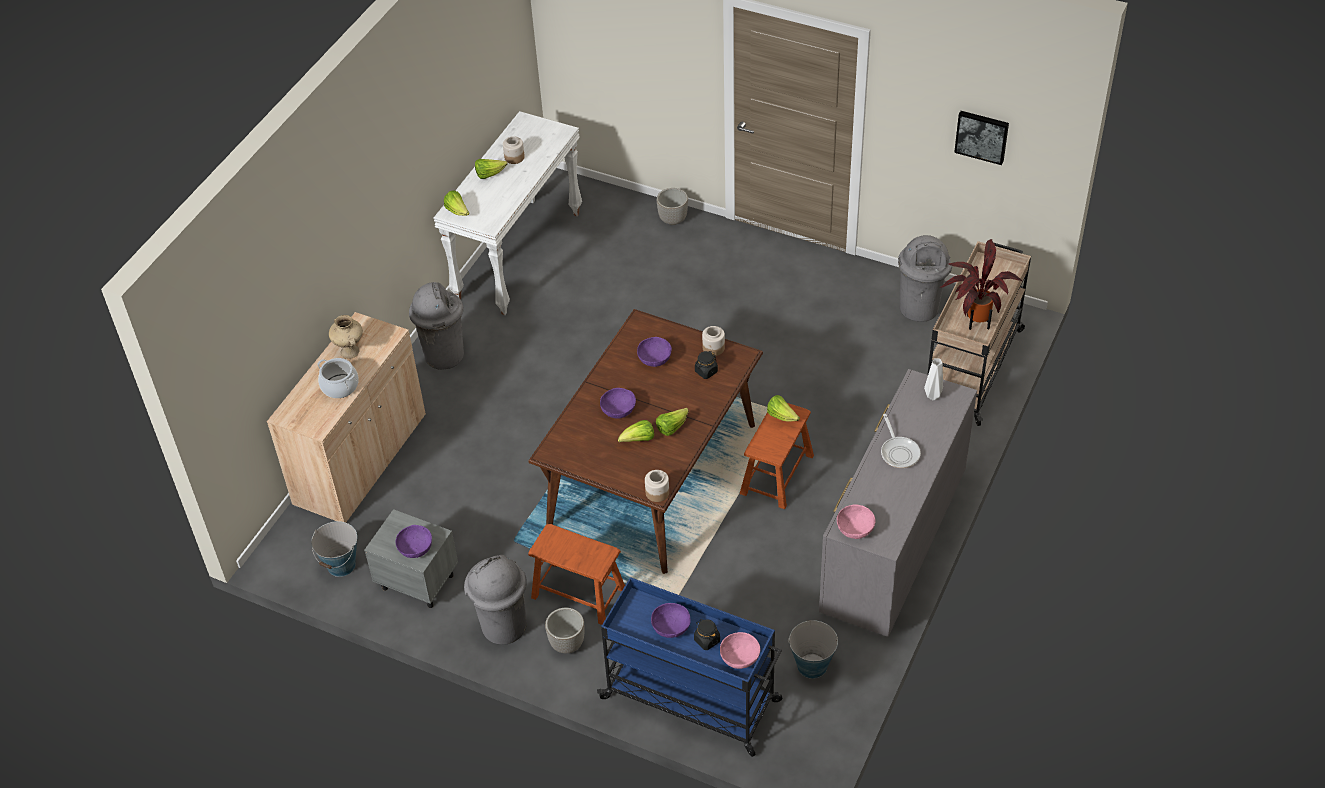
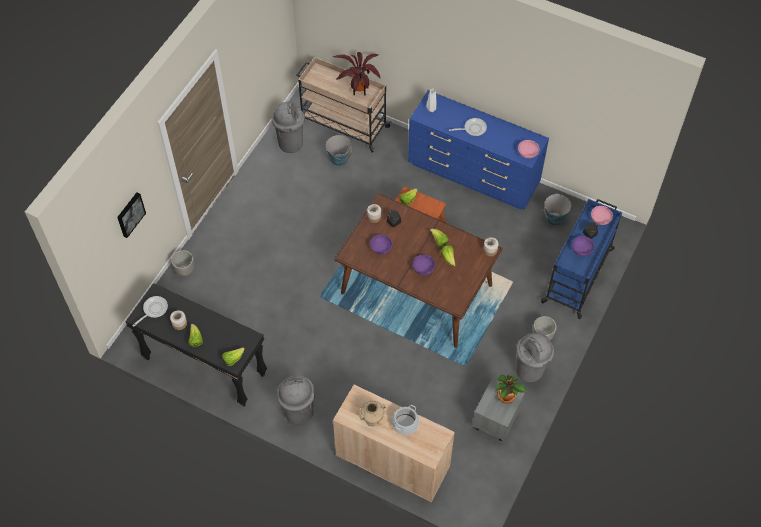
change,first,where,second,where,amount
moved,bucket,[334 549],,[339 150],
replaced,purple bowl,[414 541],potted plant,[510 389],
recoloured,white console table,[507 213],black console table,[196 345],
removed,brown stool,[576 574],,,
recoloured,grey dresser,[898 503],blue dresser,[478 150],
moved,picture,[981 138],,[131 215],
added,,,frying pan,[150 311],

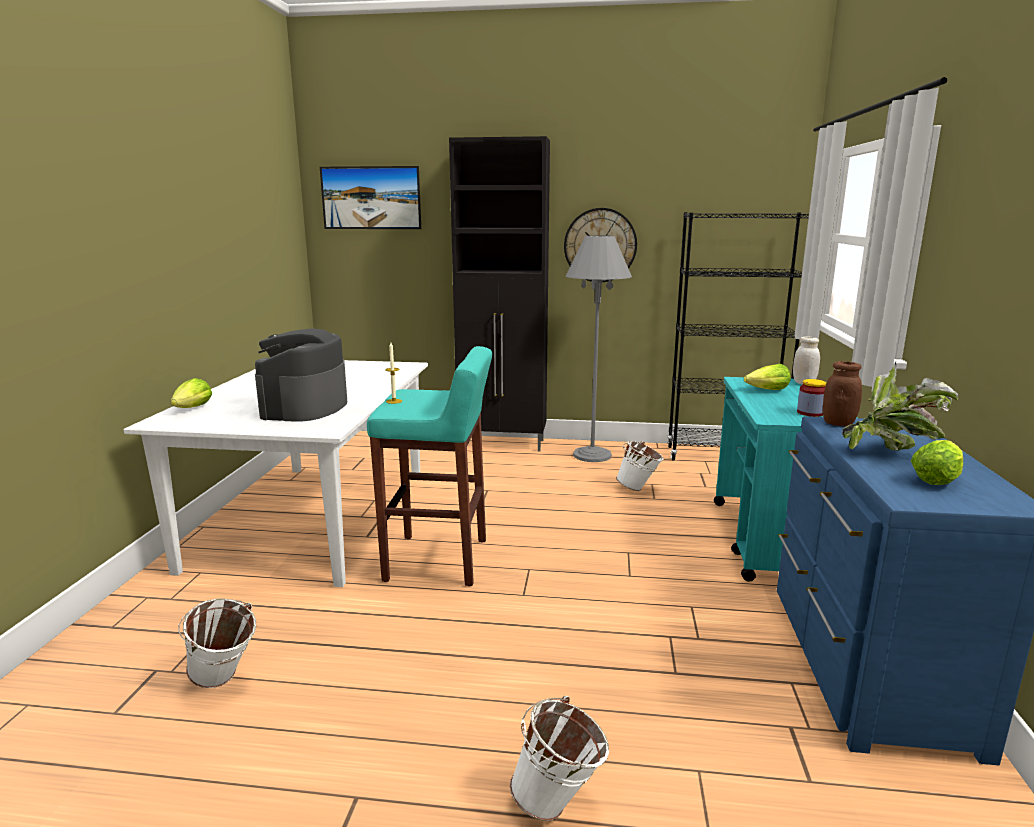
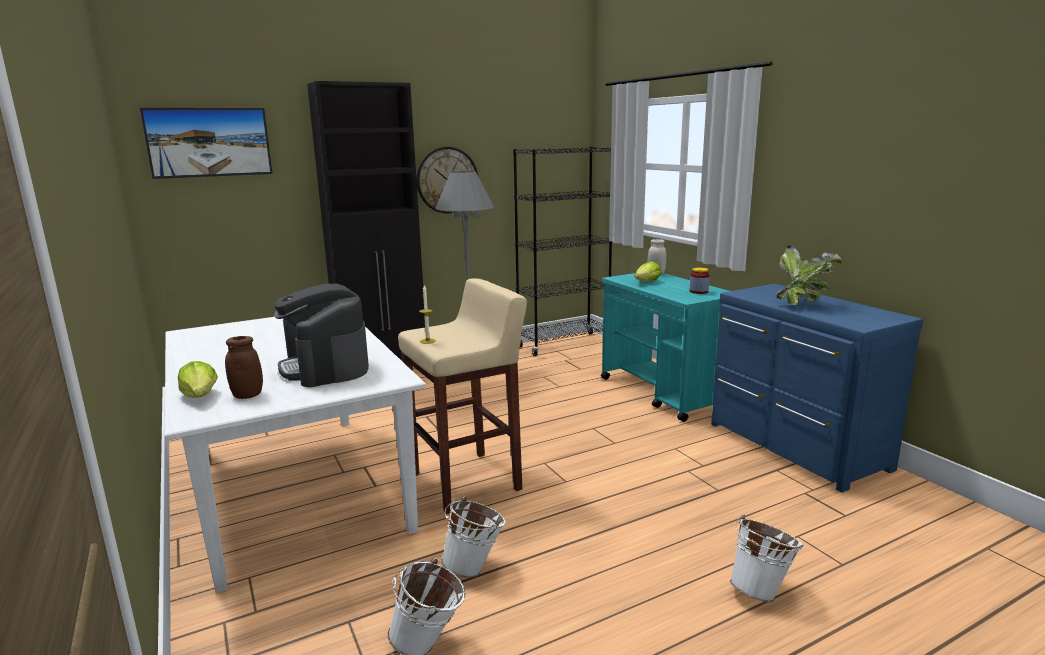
change,first,where,second,where,amount
recoloured,turquoise stool,[429 466],beige stool,[462 396],
moved,white bucket,[640 466],,[473 537],
moved,brown jar,[842 393],,[244 367],
removed,lettuce,[937 462],,,

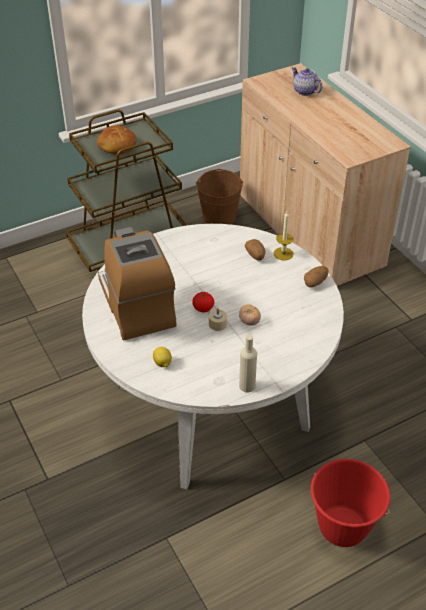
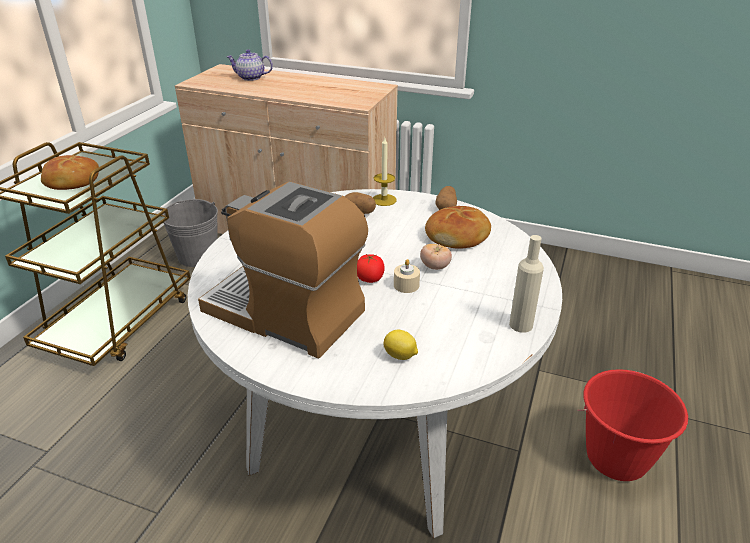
change,first,where,second,where,amount
recoloured,brown bucket,[219 197],grey bucket,[190 233],
added,,,bread,[458 227],

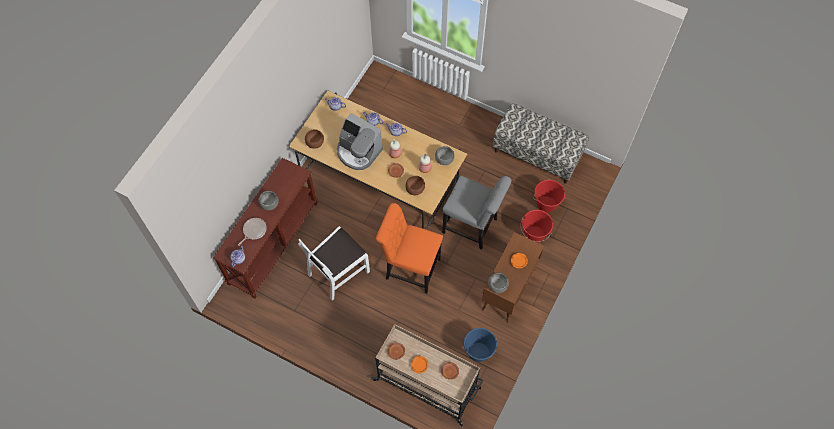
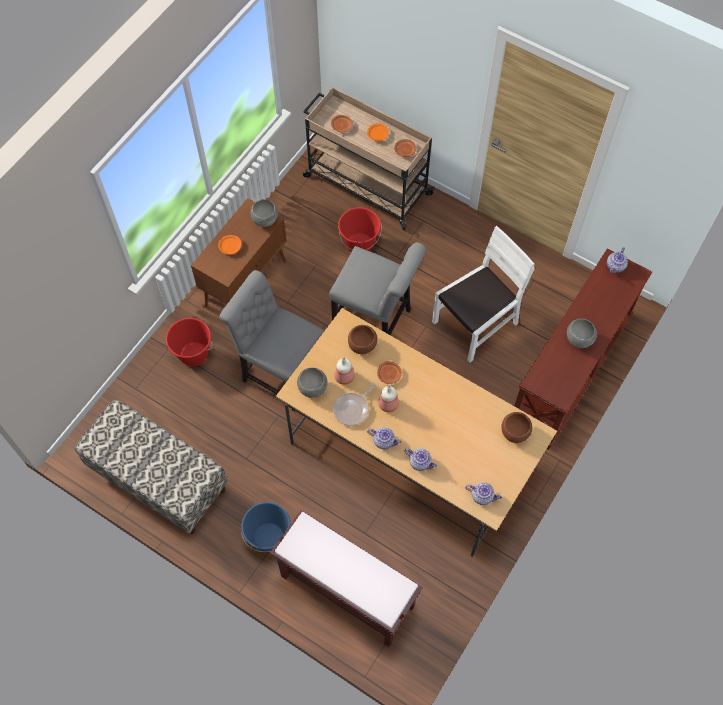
change,first,where,second,where,amount
moved,frying pan,[252 232],,[354 404],
removed,coffee machine,[360 141],,,
recoloured,orange chair,[409 248],grey chair,[377 288],
moved,blue bucket,[480 345],,[266 527],
moved,red bucket,[549 196],,[360 229],
added,,,brown bench,[346 578],

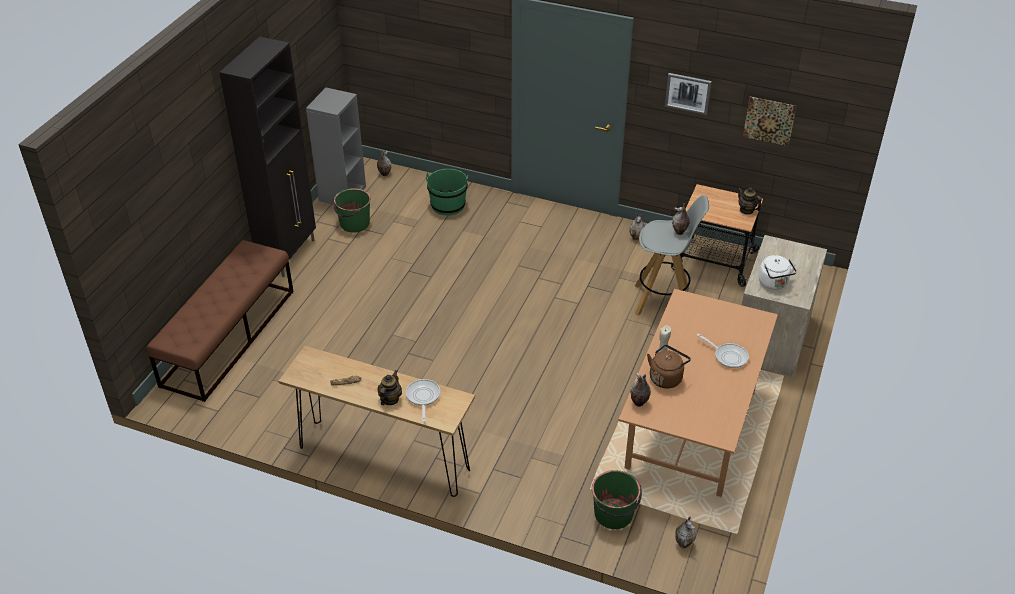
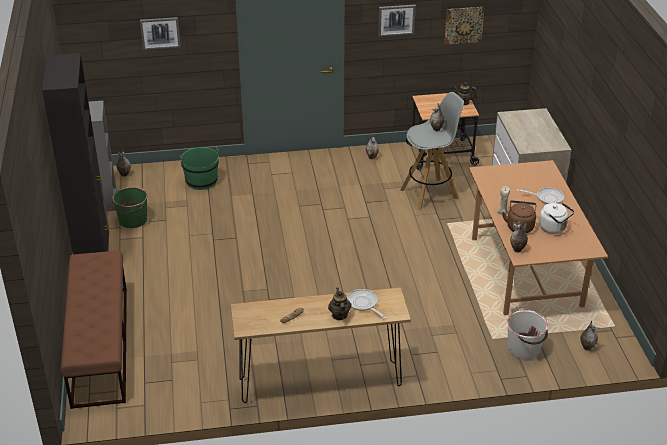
change,first,where,second,where,amount
recoloured,green bucket,[617 499],white bucket,[527 335],
moved,white kettle,[778 272],,[557 218],
added,,,picture,[160 33],

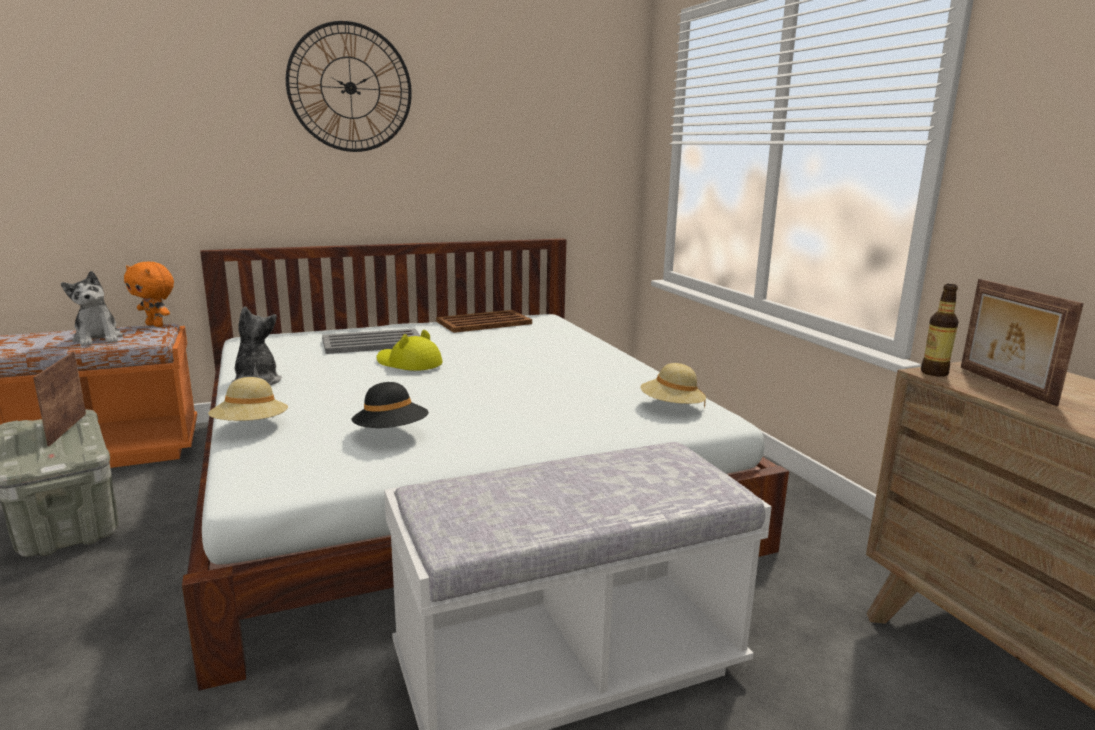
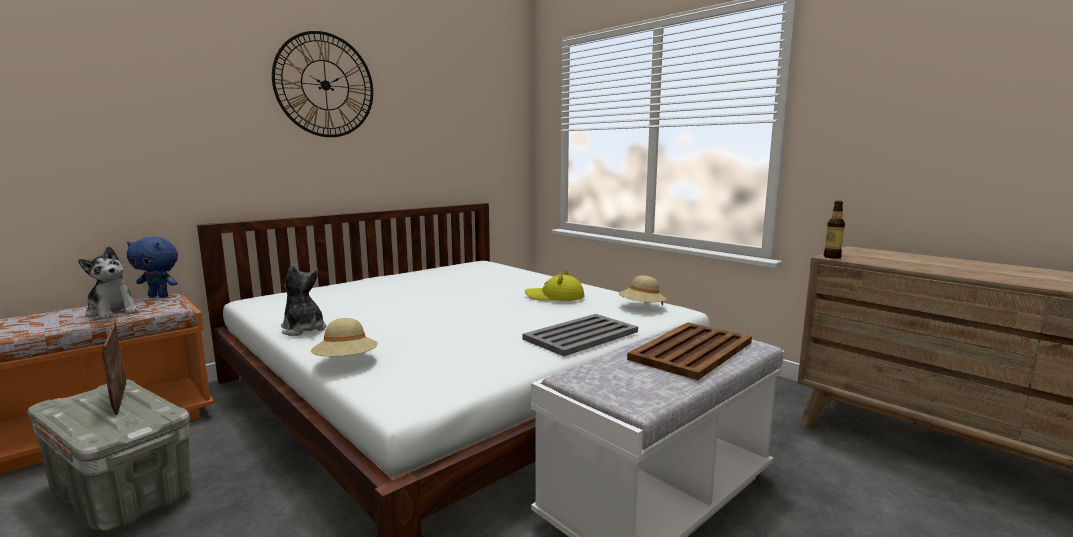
change,first,where,second,where,amount
recoloured,orange plush toy,[149 294],blue plush toy,[152 267],
moved,grey tray,[371 341],,[580 335],
removed,black hat,[390 405],,,
moved,yellow hat,[409 350],,[555 285],
moved,brown tray,[484 321],,[689 351],
removed,picture frame,[1022 342],,,

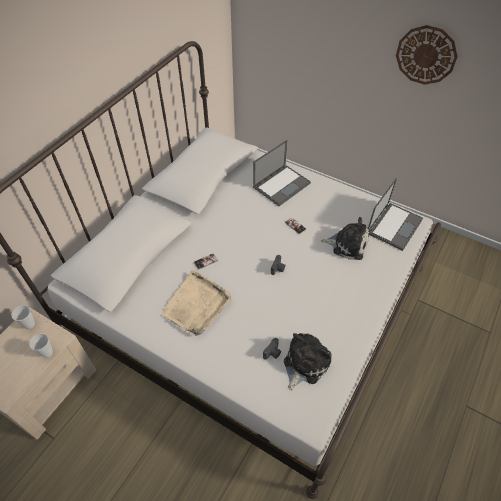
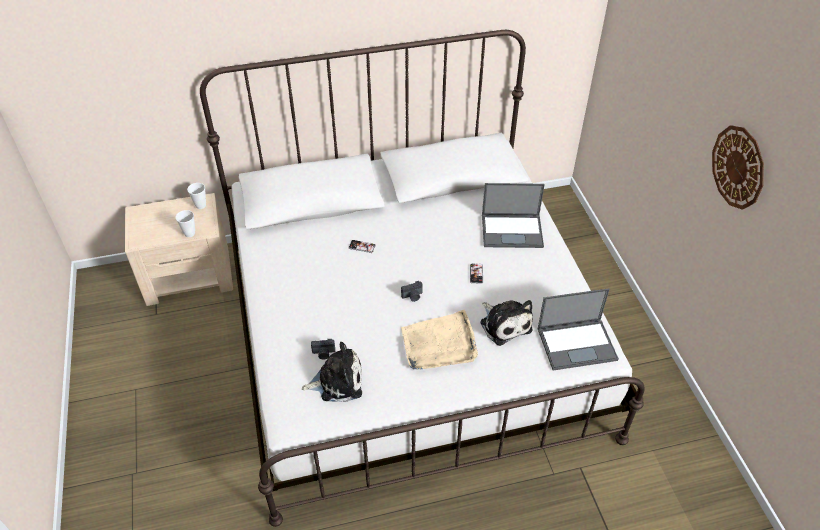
change,first,where,second,where,amount
moved,beige tray,[196 303],,[439 340],

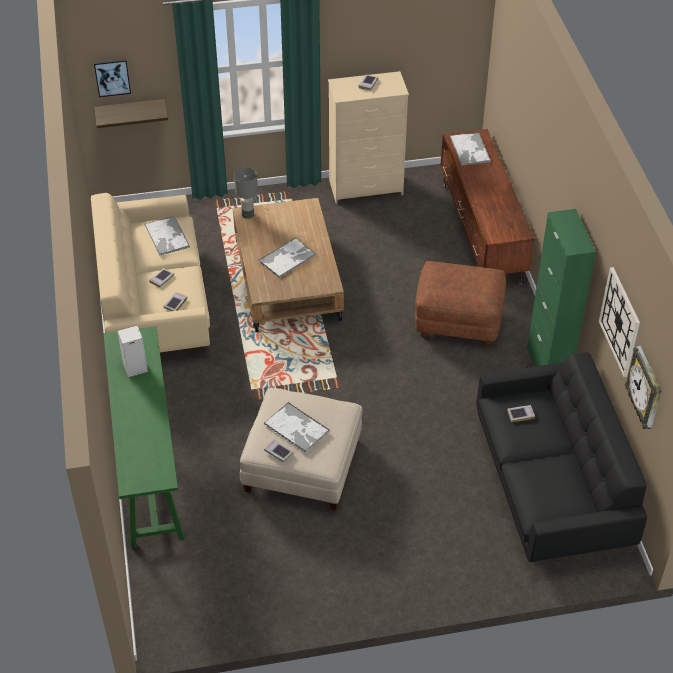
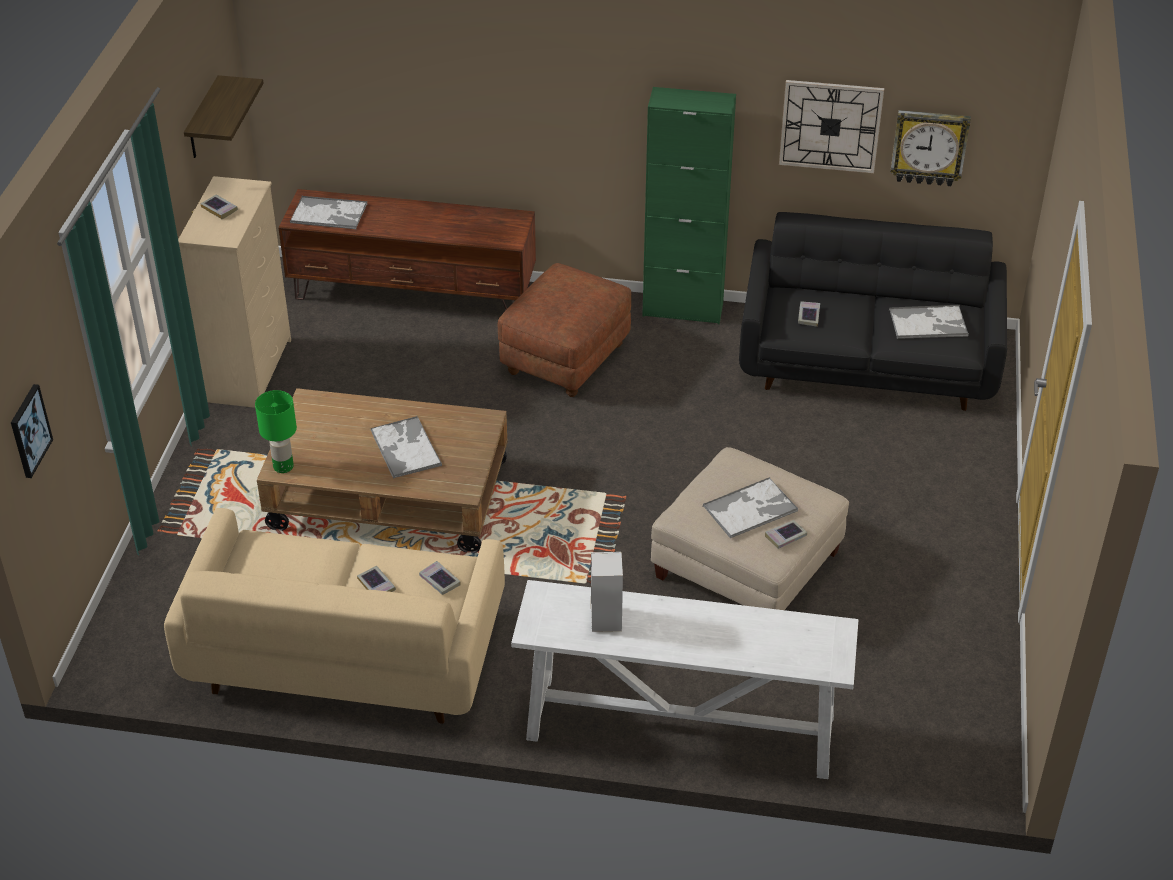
change,first,where,second,where,amount
moved,shelf,[131 113],,[224 116],
recoloured,green console table,[144 437],white console table,[685 679],
moved,tray,[167 236],,[929 322],
recoloured,grey table lamp,[246 193],green table lamp,[276 431],

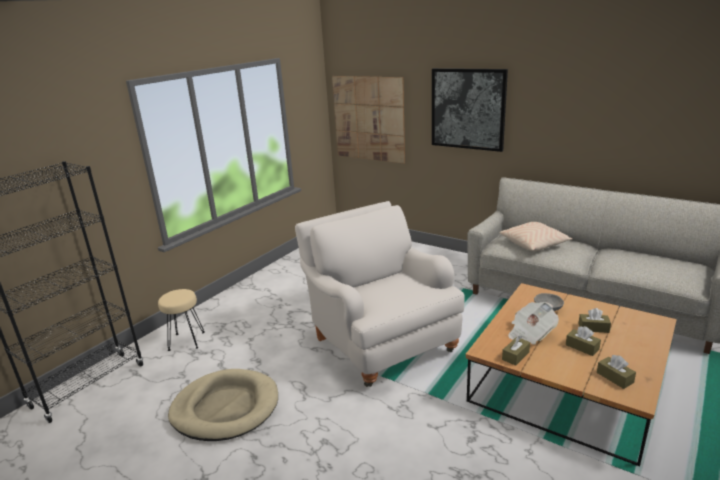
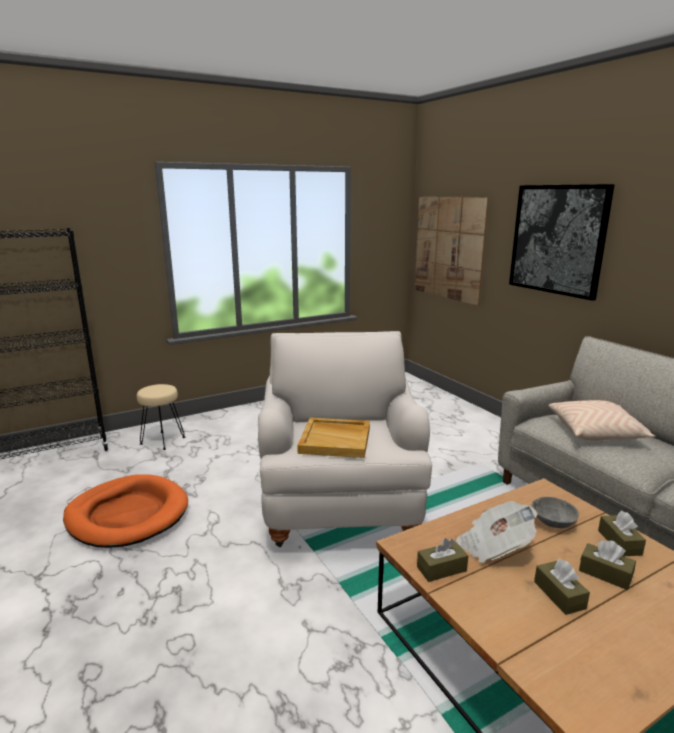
change,first,where,second,where,amount
recoloured,beige dog bed,[223 405],orange dog bed,[125 511],
moved,brown tissue box,[616 372],,[622 533],
added,,,beige tray,[333 438],

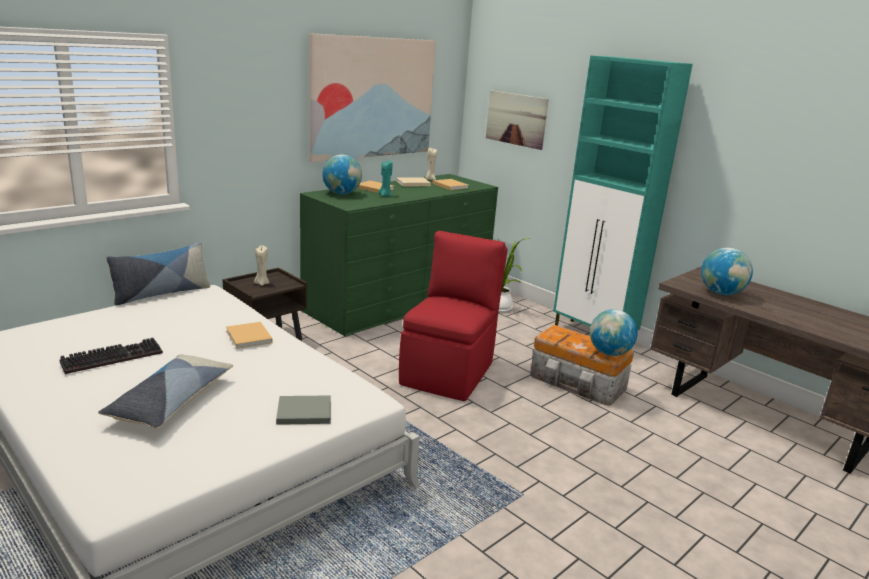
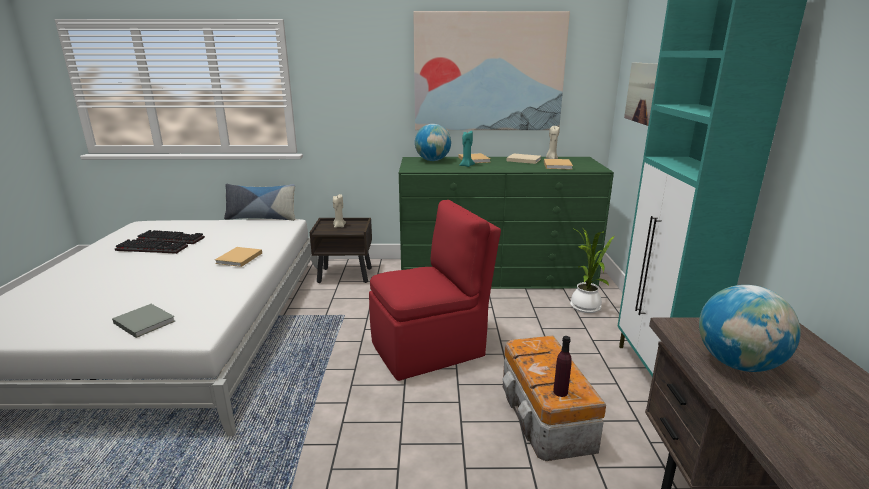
change,first,where,second,where,amount
removed,pillow,[165 392],,,
replaced,globe,[614 332],purple bottle,[562 366],
added,,,keyboard,[171 237],

